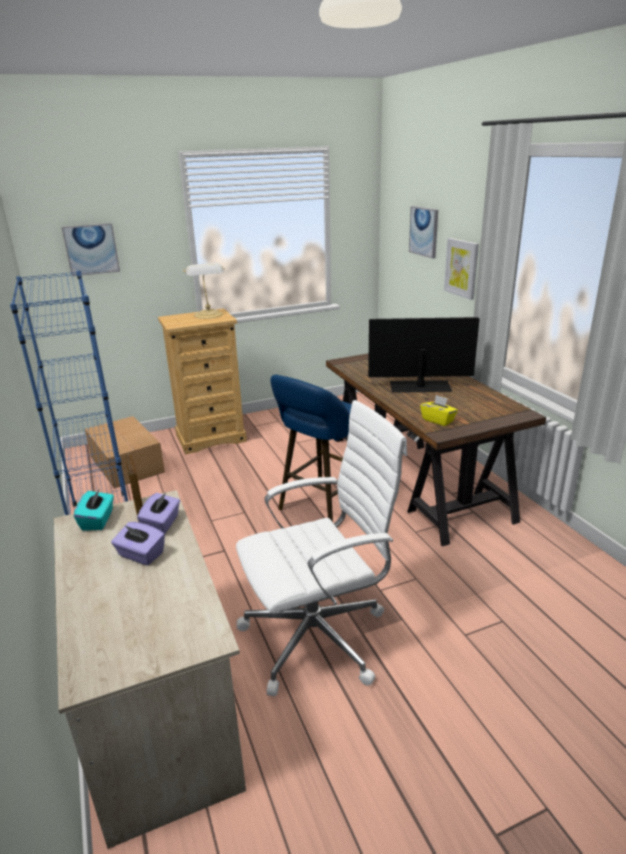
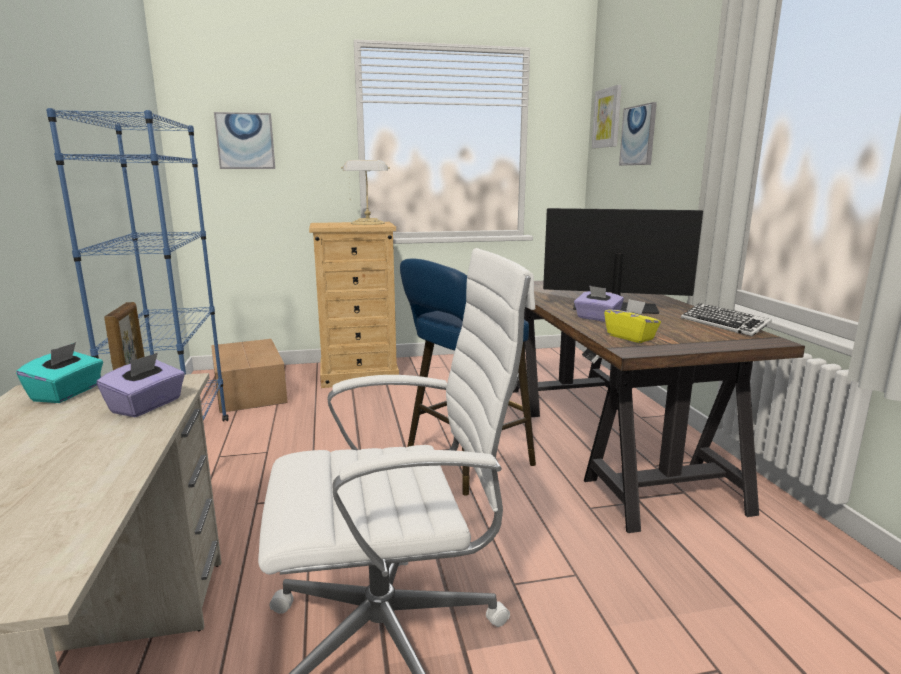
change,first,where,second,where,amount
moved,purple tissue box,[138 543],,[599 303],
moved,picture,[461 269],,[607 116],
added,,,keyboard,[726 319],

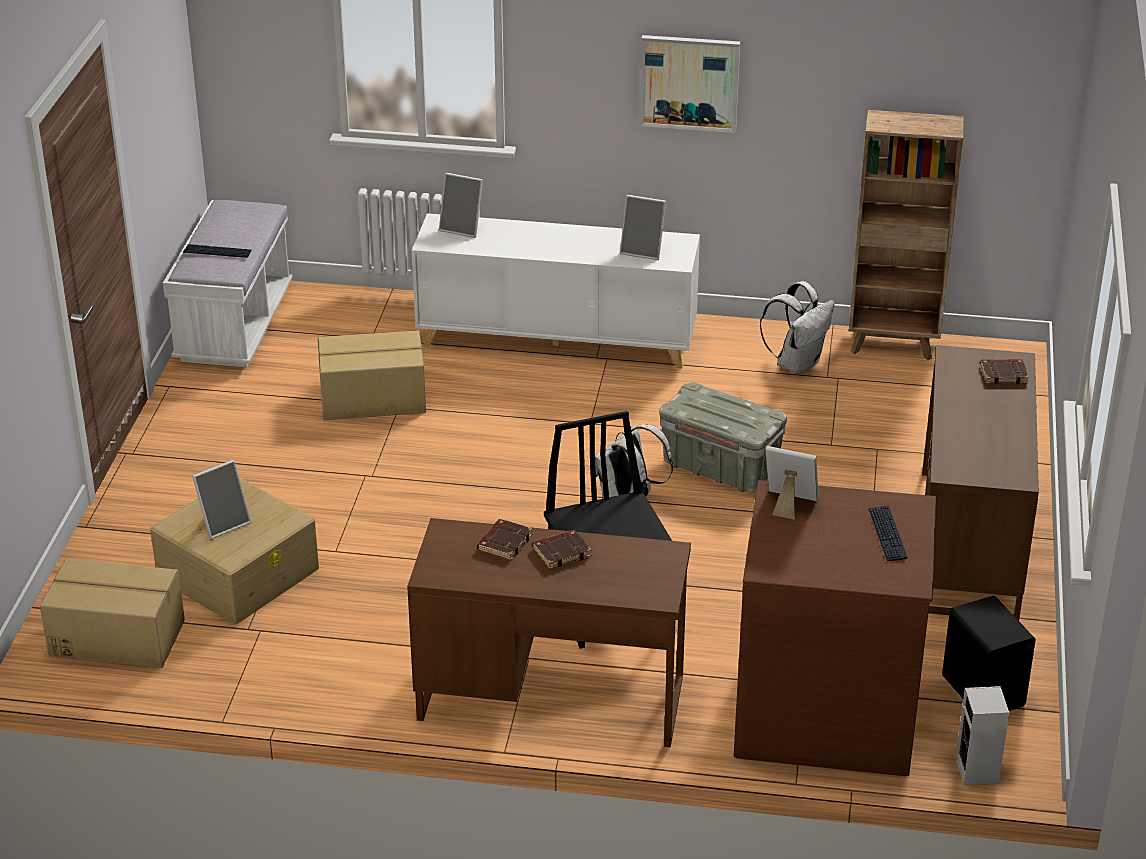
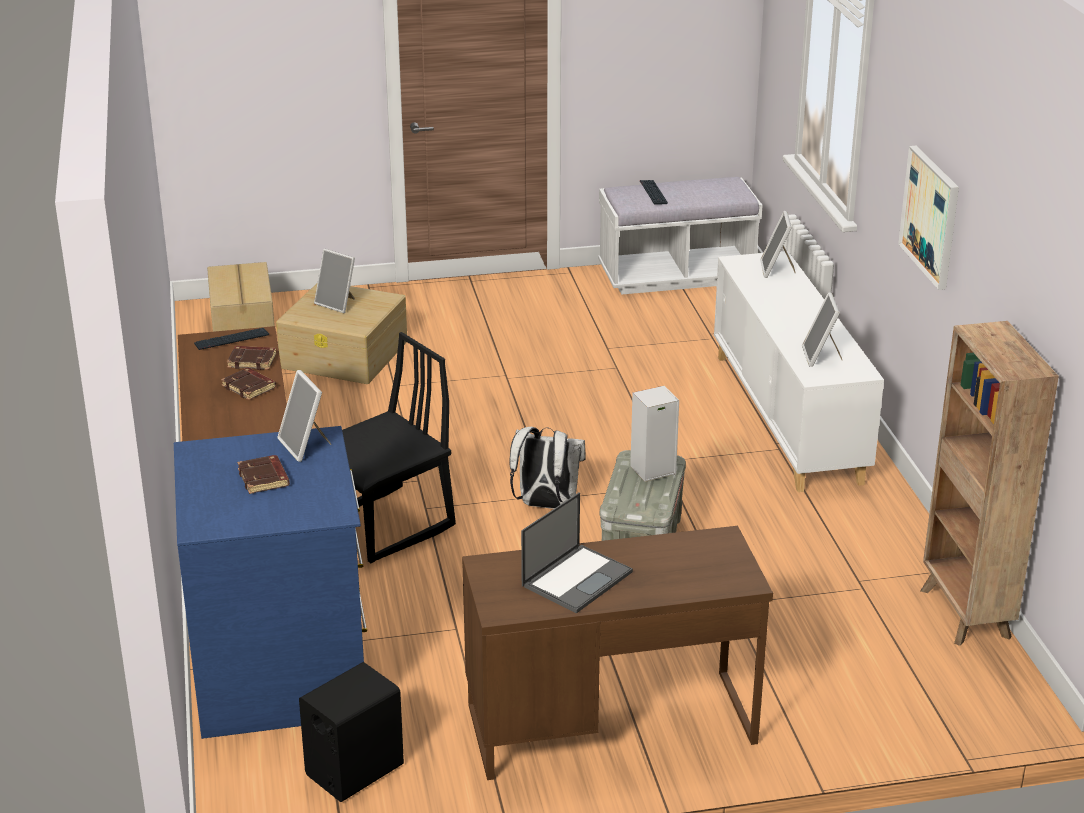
change,first,where,second,where,amount
removed,cardboard box,[372 375],,,
recoloured,brown dresser,[834 628],blue dresser,[270 582],
removed,white backpack,[797 328],,,
turned,picture frame,[792 483],,[304 416],150 degrees clockwise
moved,keyboard,[888 533],,[231 339],
moved,speaker,[982 735],,[654 434],
moved,brown book,[1004 372],,[263 474],
added,,,laptop,[577 552],

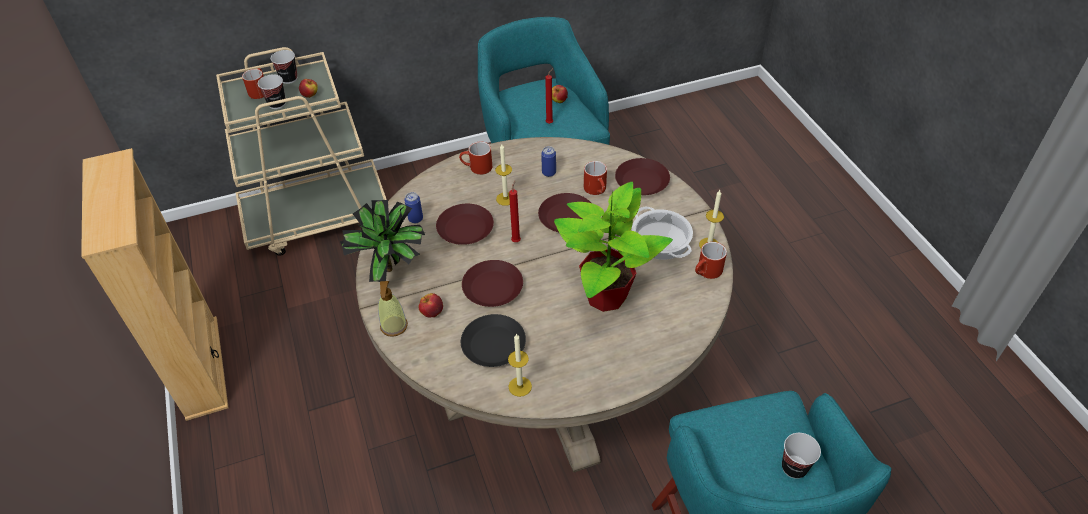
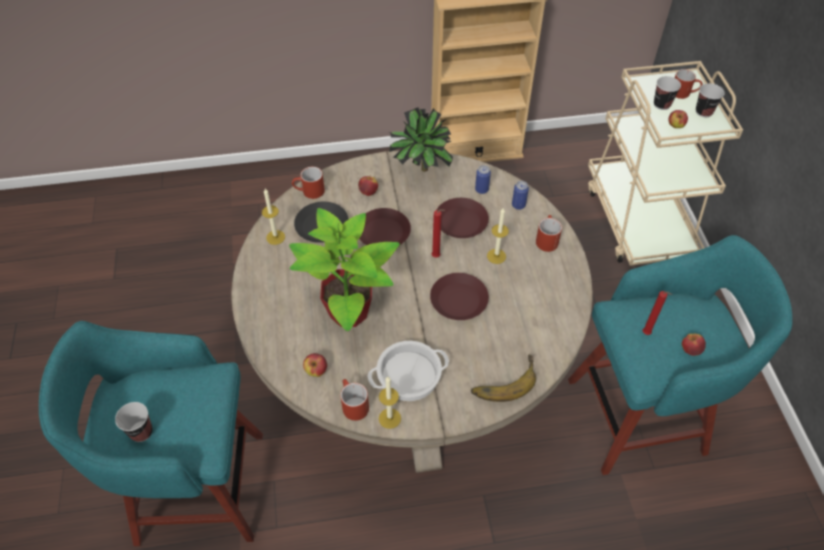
change,first,where,second,where,amount
removed,soap dispenser,[393 309],,,
moved,can,[548 161],,[520 195],
moved,red mug,[595 178],,[308 183],
replaced,brown plate,[642 176],banana,[503 378],
added,,,apple,[315 365],

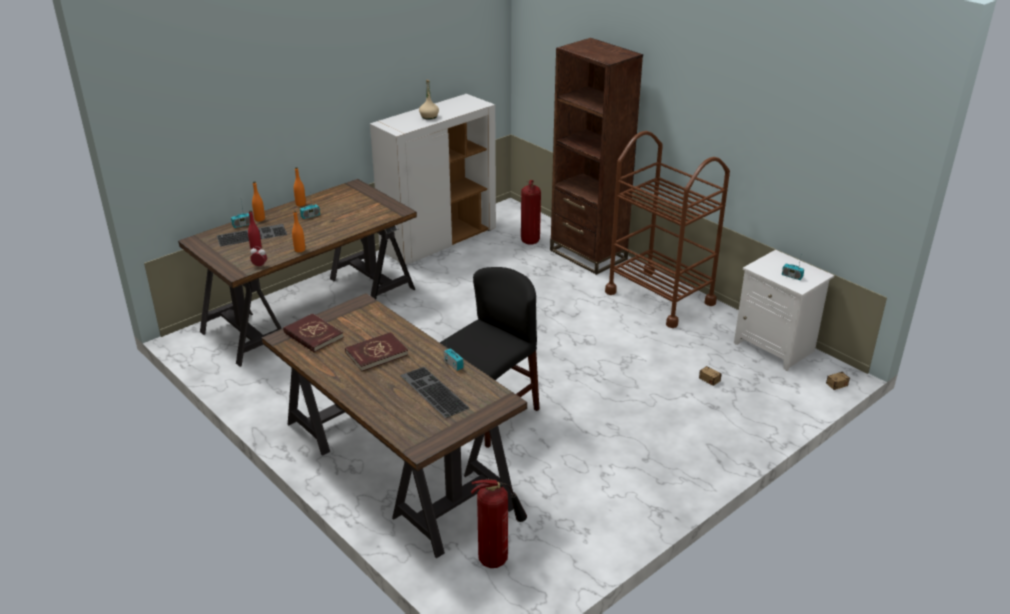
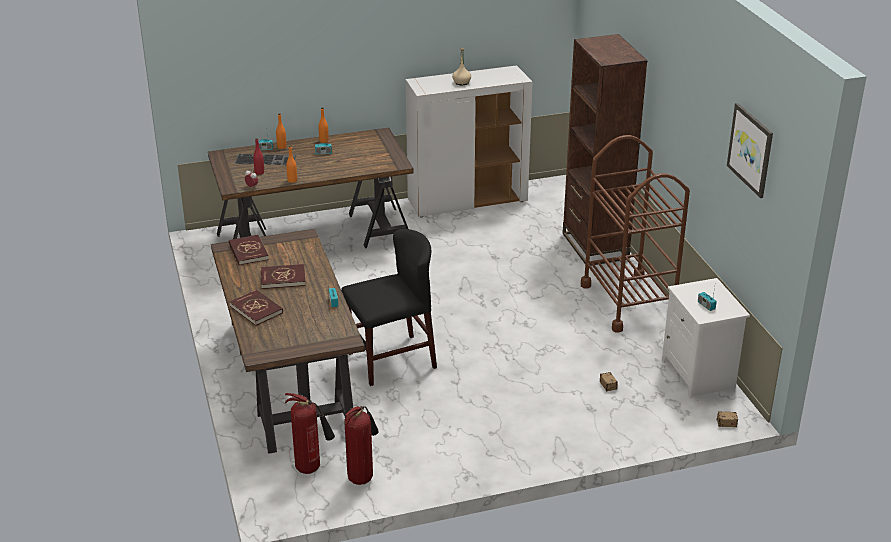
change,first,where,second,where,amount
removed,keyboard,[435 392],,,
moved,fire extinguisher,[531 212],,[361 445],
added,,,red book,[256 308],
added,,,picture,[750 150],

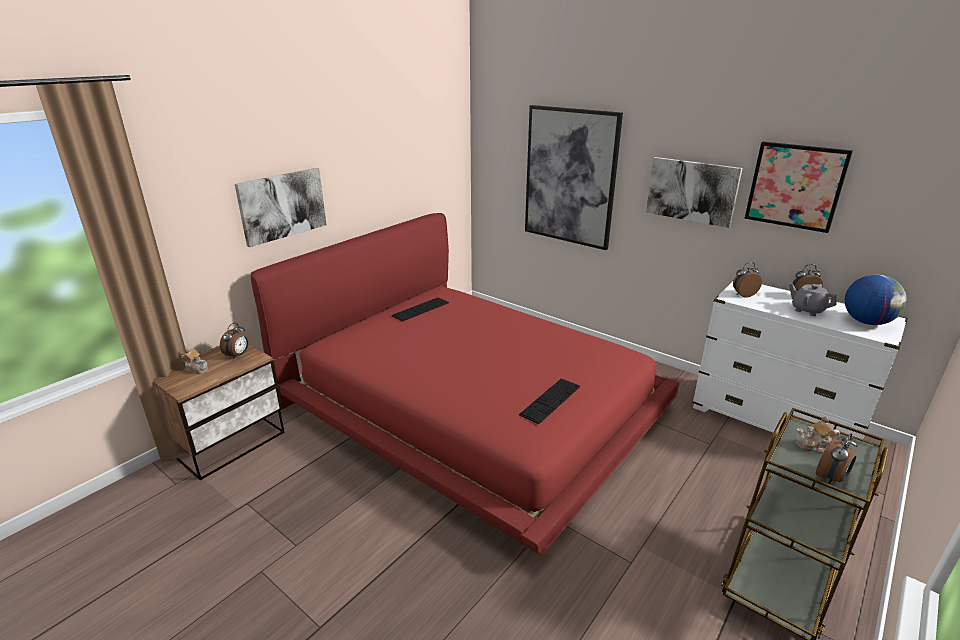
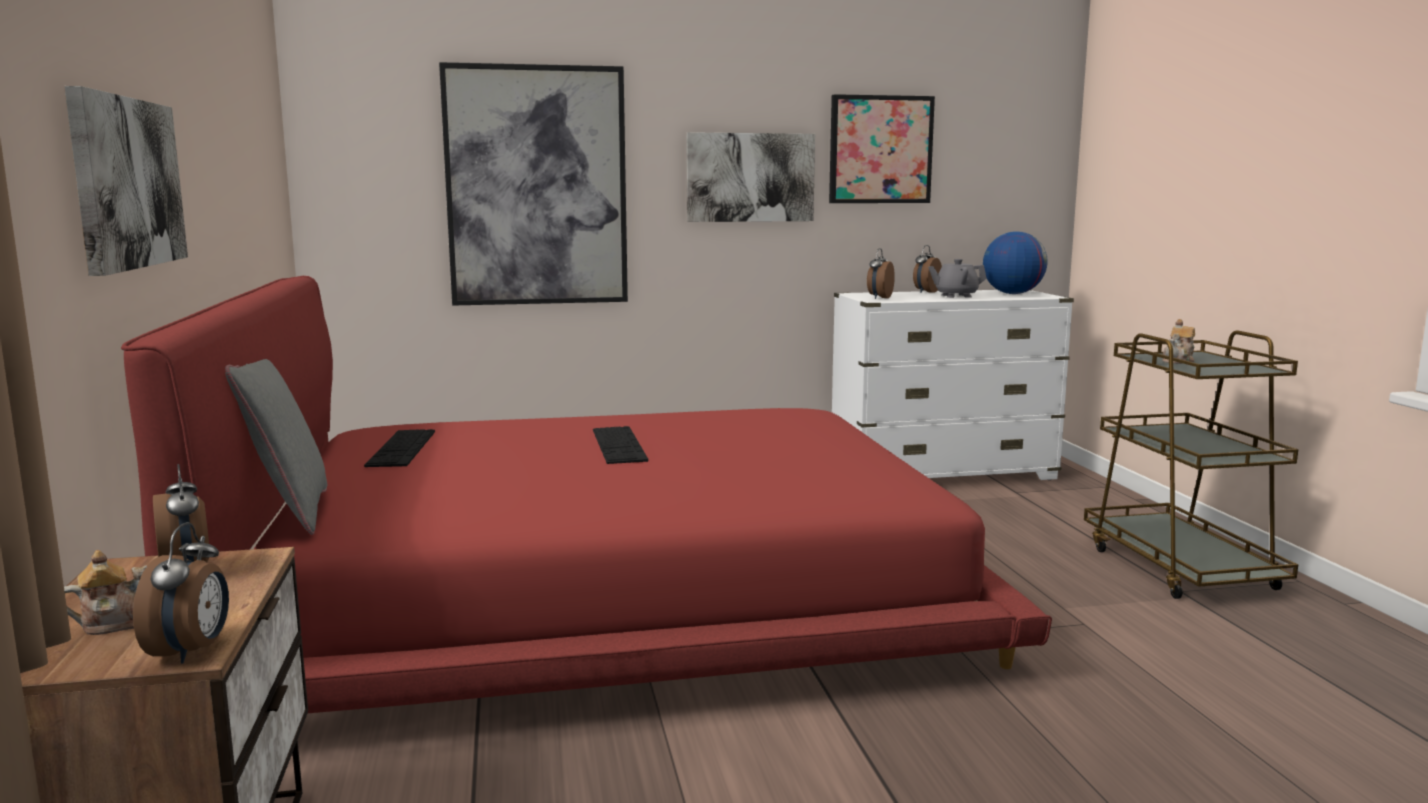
change,first,where,second,where,amount
moved,keyboard,[549 401],,[620 445],
moved,alarm clock,[836 458],,[181 592],
added,,,grey pillow,[276 447],

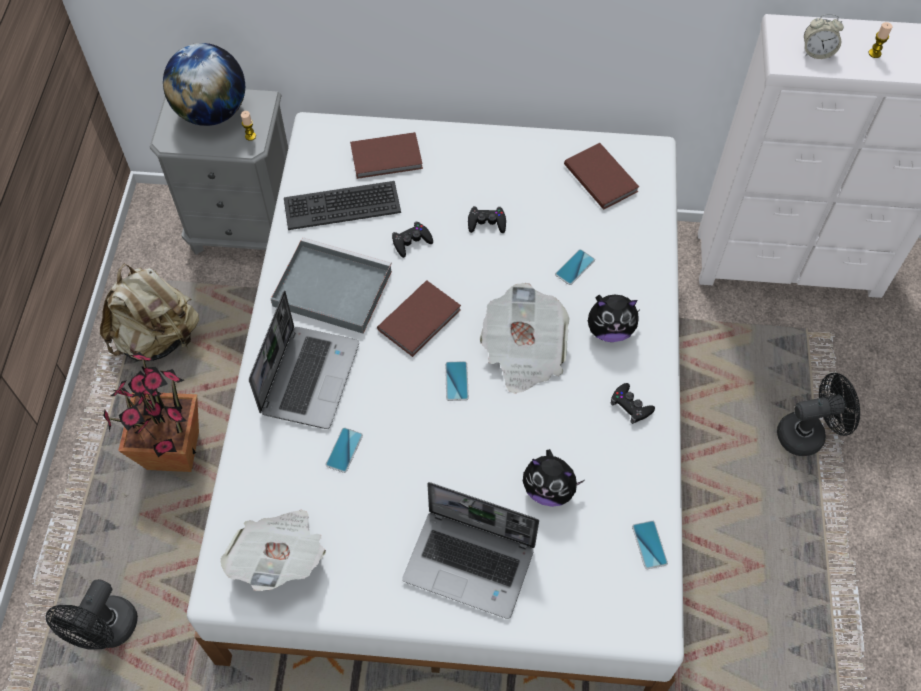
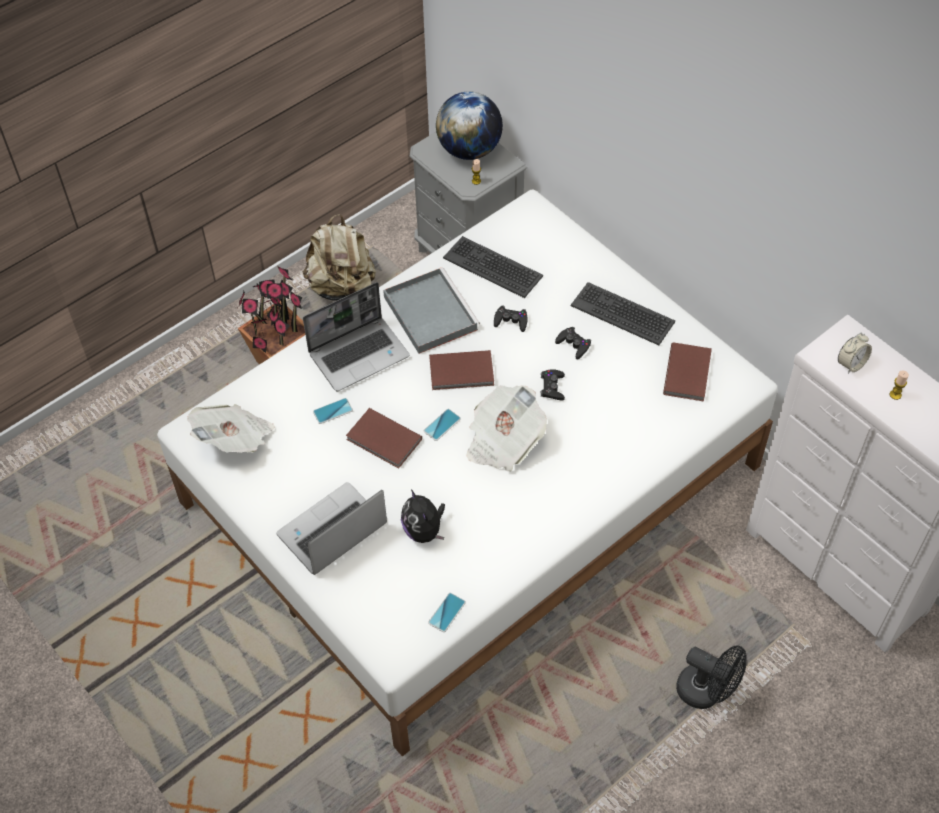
change,first,where,second,where,amount
removed,black fan,[92 614],,,
moved,brown book,[386 155],,[384 438],
turned,laptop,[470 550],,[331 528],75 degrees clockwise
removed,phone,[575 267],,,
removed,plush toy,[614 318],,,
moved,black game controller,[633 403],,[553 384],
turned,alarm clock,[824 36],,[855 353],90 degrees counterclockwise
added,,,keyboard,[622 313],

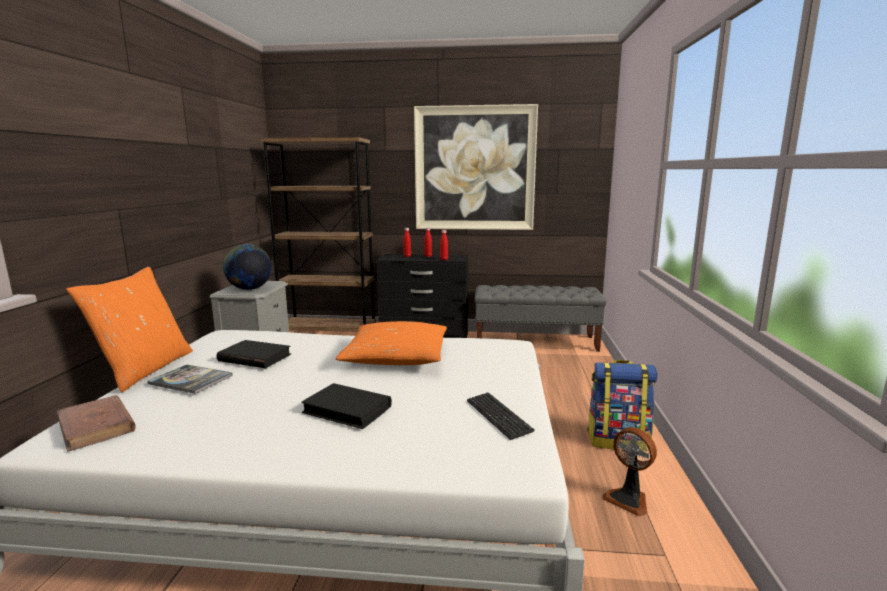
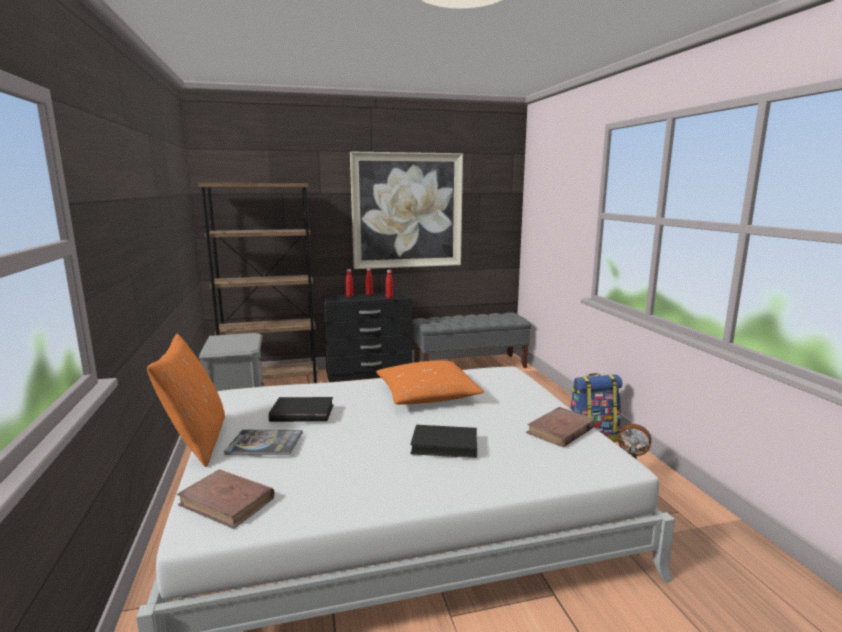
change,first,where,second,where,amount
removed,globe,[247 267],,,
replaced,keyboard,[501 416],brown book,[561 427],

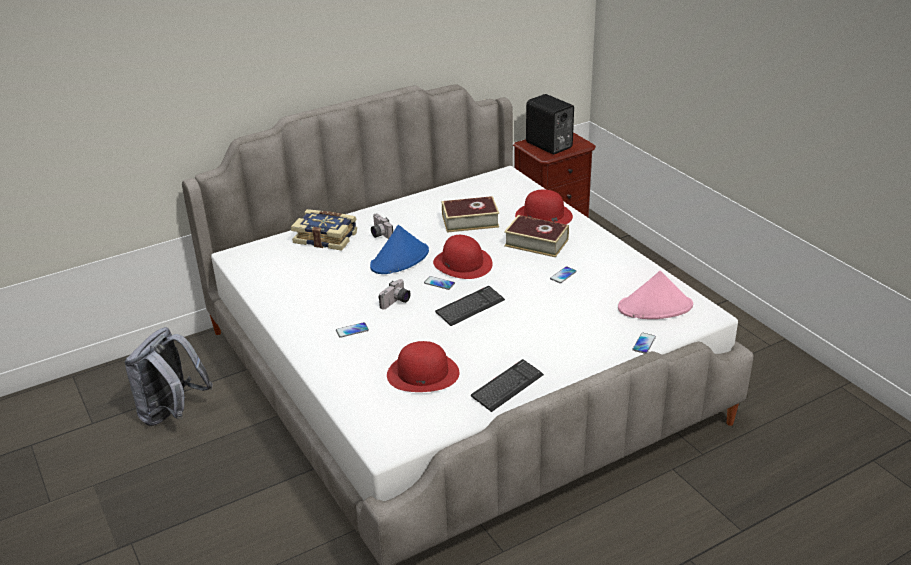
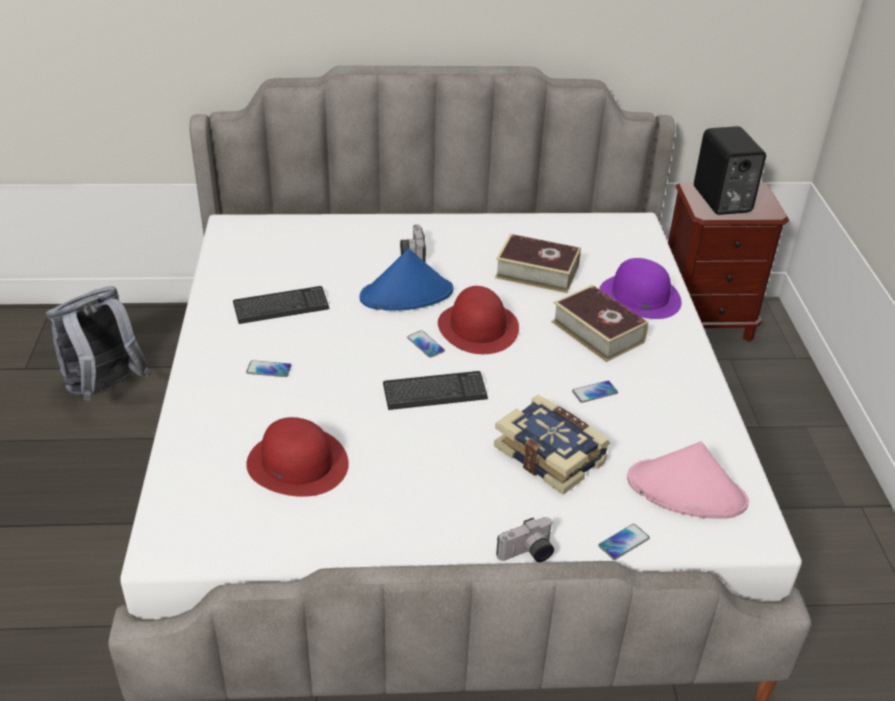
change,first,where,second,where,amount
moved,book,[324 230],,[552 445],
moved,photo camera,[394 294],,[525 539],
moved,keyboard,[507 385],,[281 305],
recoloured,red hat,[544 206],purple hat,[640 288],

